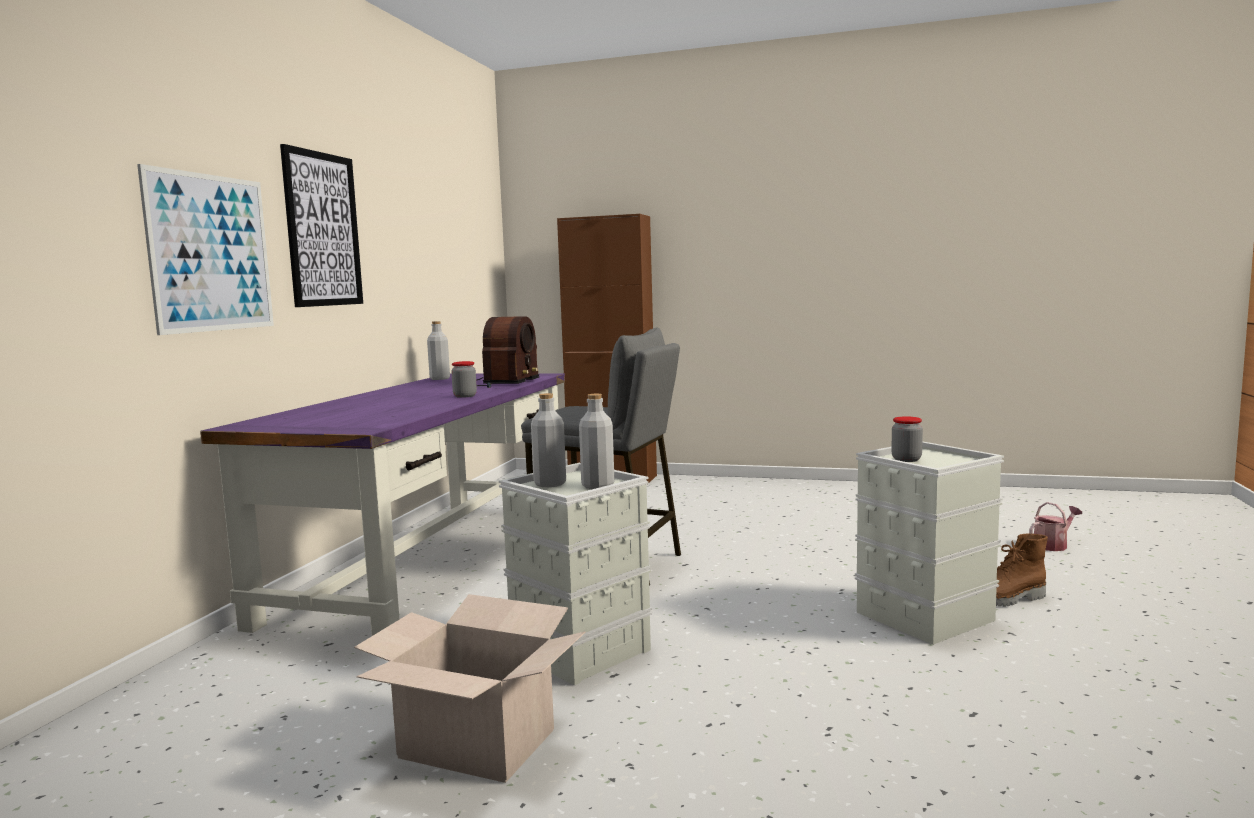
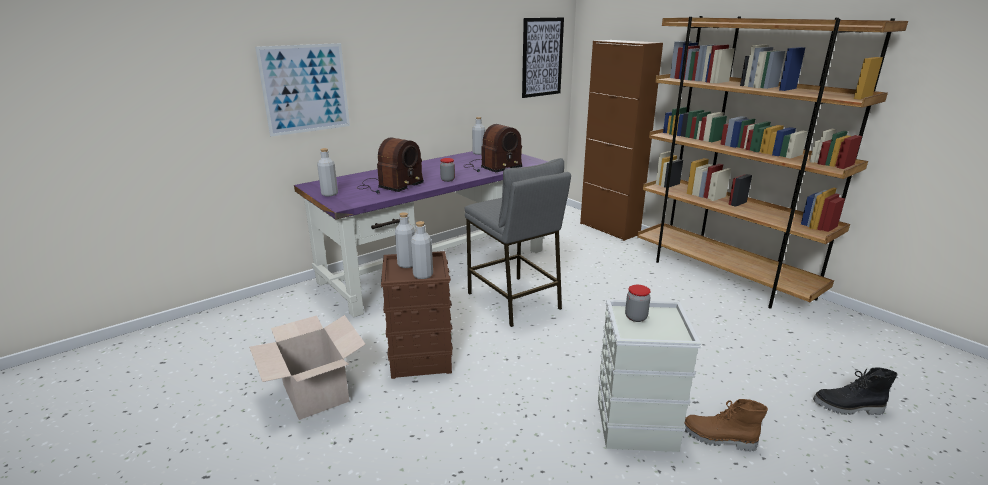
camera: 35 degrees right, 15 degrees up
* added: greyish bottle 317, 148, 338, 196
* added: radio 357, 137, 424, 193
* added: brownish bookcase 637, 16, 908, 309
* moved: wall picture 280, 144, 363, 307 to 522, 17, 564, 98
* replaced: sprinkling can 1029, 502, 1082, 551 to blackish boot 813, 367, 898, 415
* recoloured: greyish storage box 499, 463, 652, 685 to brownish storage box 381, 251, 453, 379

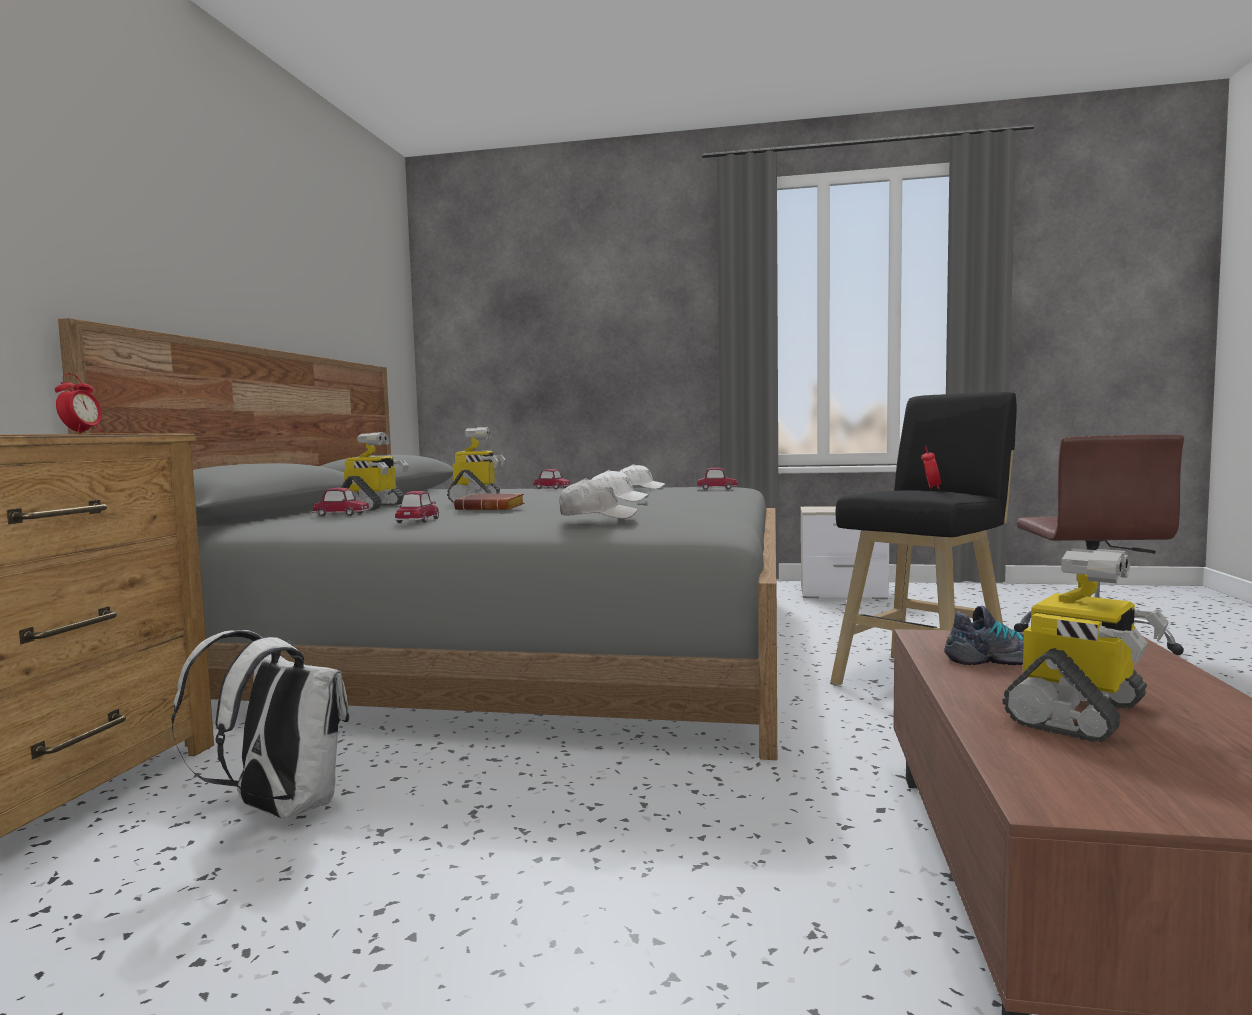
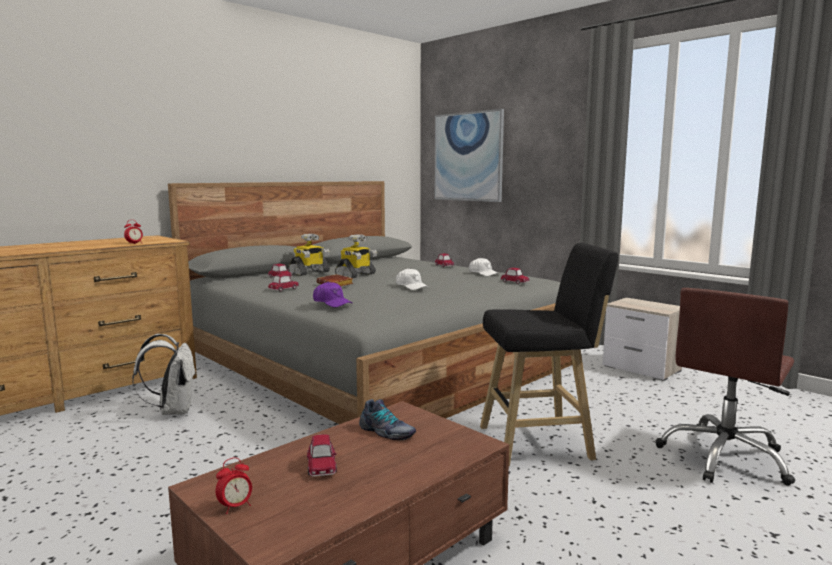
camera: 35 degrees right, 5 degrees up
* added: wall picture 435, 109, 504, 202
* moved: alarm clock 921, 446, 941, 490 to 215, 457, 252, 514
* replaced: model robot 1003, 548, 1169, 742 to toy car 307, 434, 337, 476
* recoloured: whitish peaked cap 559, 478, 638, 519 to purple peaked cap 313, 282, 352, 307

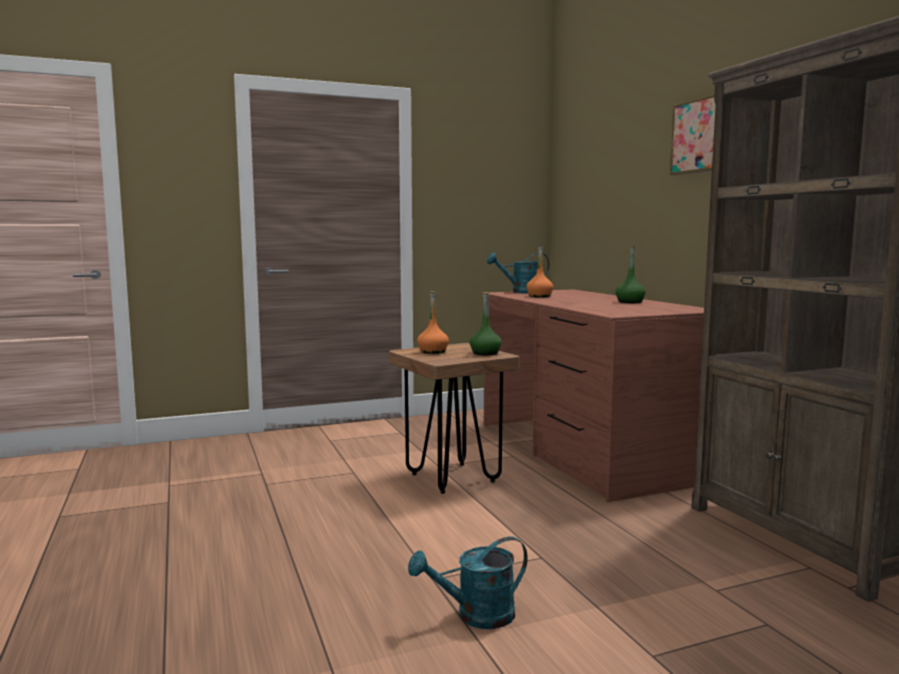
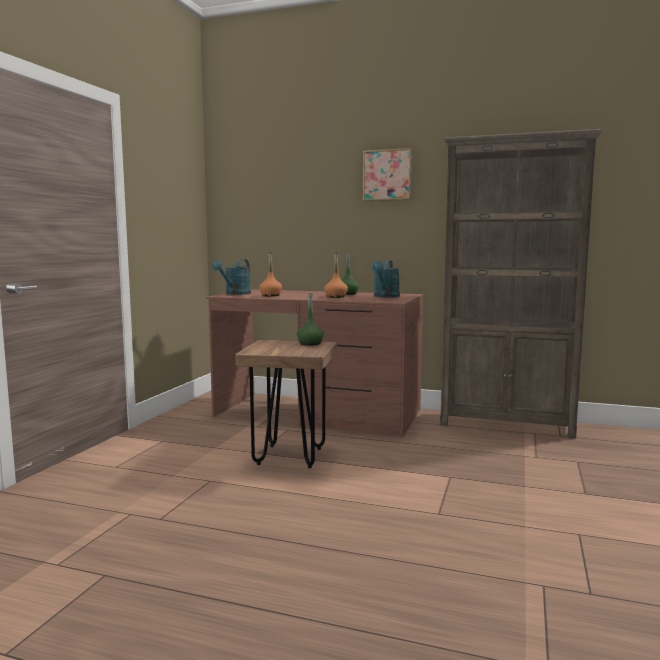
camera: 50 degrees left, 0 degrees up
* moved: blue-green sprinkling can 408, 536, 528, 629 to 372, 260, 400, 298
* moved: orangey bottle 417, 291, 449, 354 to 325, 252, 348, 298

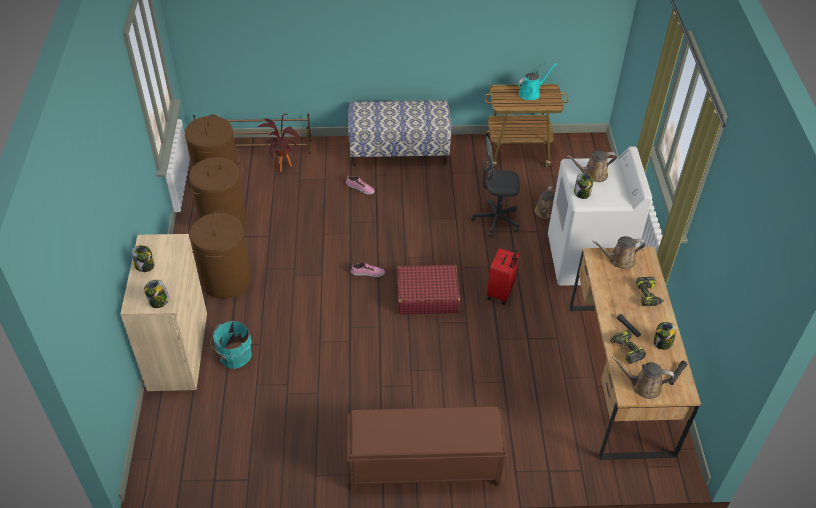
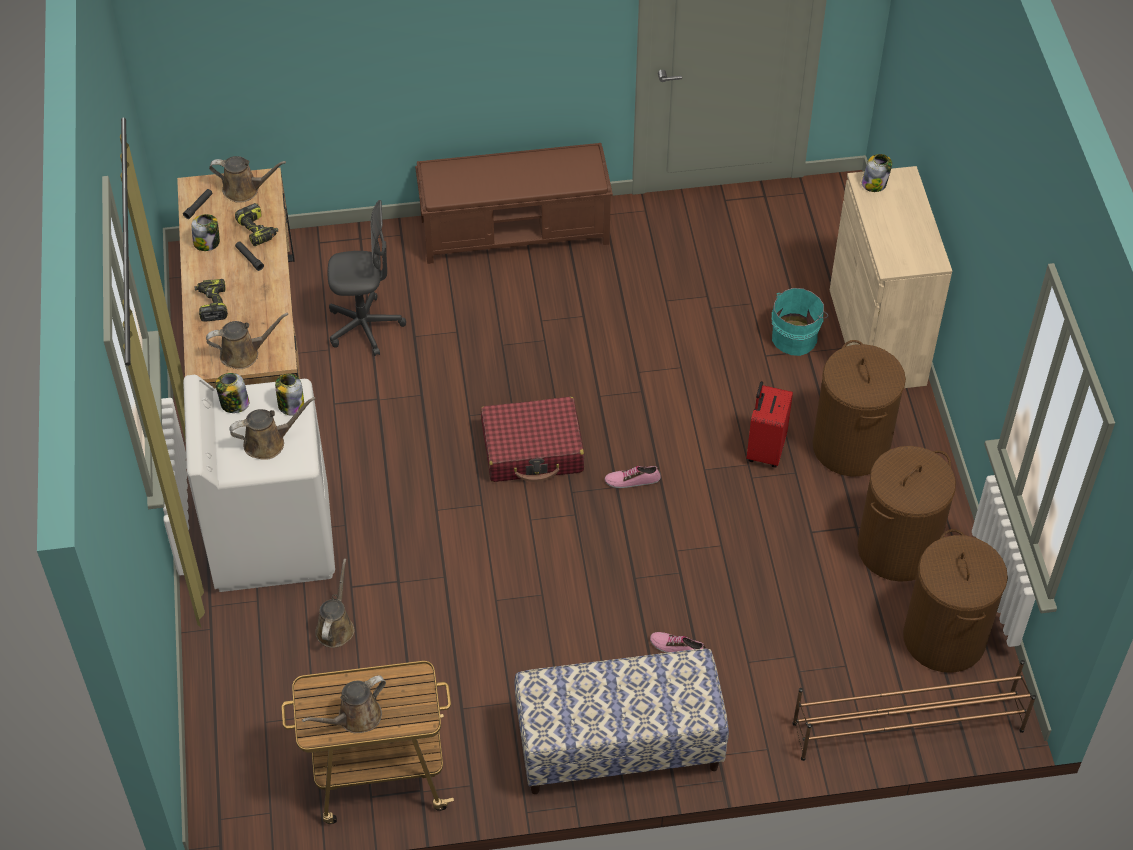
camera: 175 degrees right, 5 degrees up
* removed: houseplant 257, 114, 299, 172
* moved: preserve jar 132, 245, 154, 272 to 216, 373, 249, 413
* moved: greyish computer chair 471, 136, 520, 238 to 328, 200, 406, 356
* moved: reddish piece of luggage 487, 248, 519, 305 to 746, 381, 793, 467
* recoloured: blue-green sprinkling can 518, 63, 557, 100 to brownish sprinkling can 302, 675, 386, 733

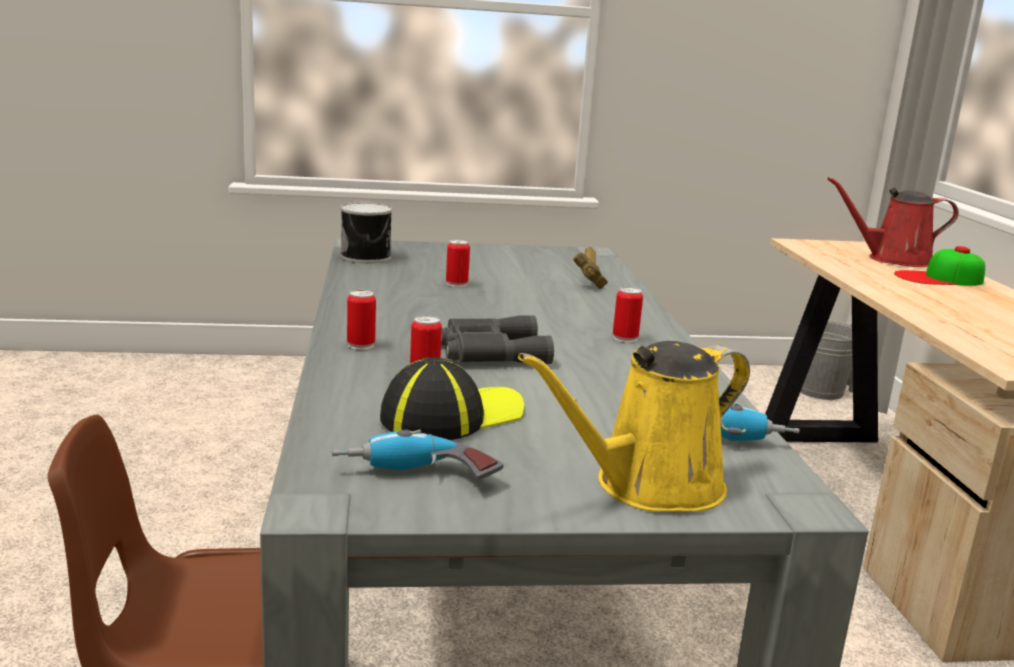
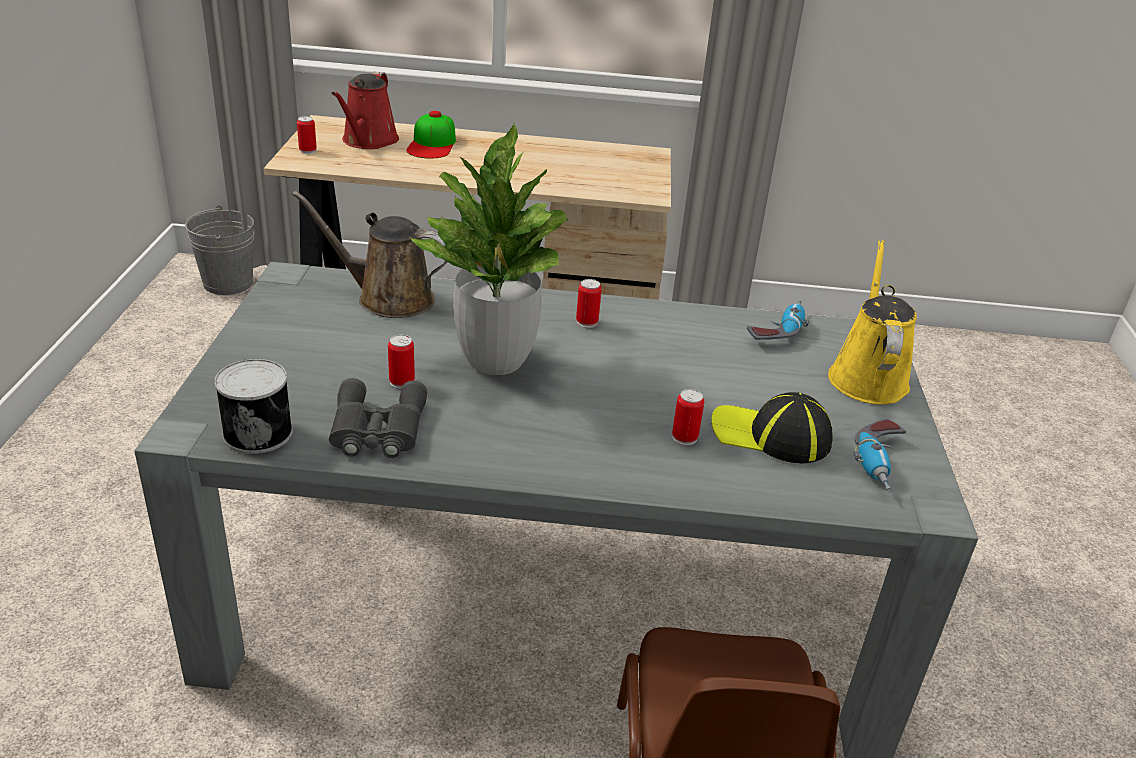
camera: 80 degrees left, 15 degrees up
* added: houseplant 410, 123, 568, 375
* moved: sealed can 347, 290, 376, 350 to 297, 116, 317, 154
* moved: greyish binoculars 441, 315, 554, 364 to 329, 378, 427, 458
* replaced: tool hammer 573, 247, 608, 289 to brownish sprinkling can 292, 191, 447, 318
* turned: peaked cap 380, 357, 524, 440 = 711, 392, 833, 463 45 degrees counterclockwise
* turned: yellow-coloured sprinkling can 518, 341, 750, 512 = 828, 240, 917, 404 150 degrees counterclockwise

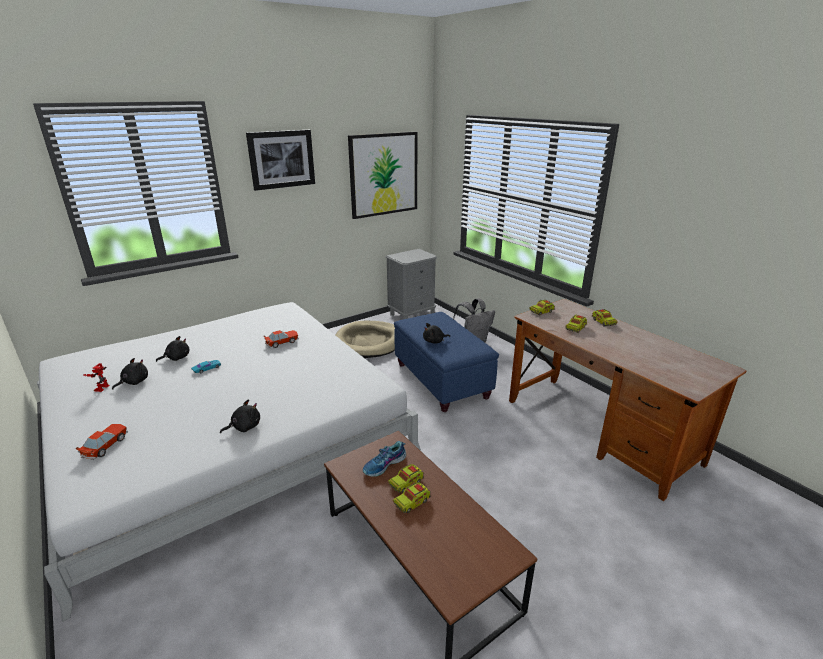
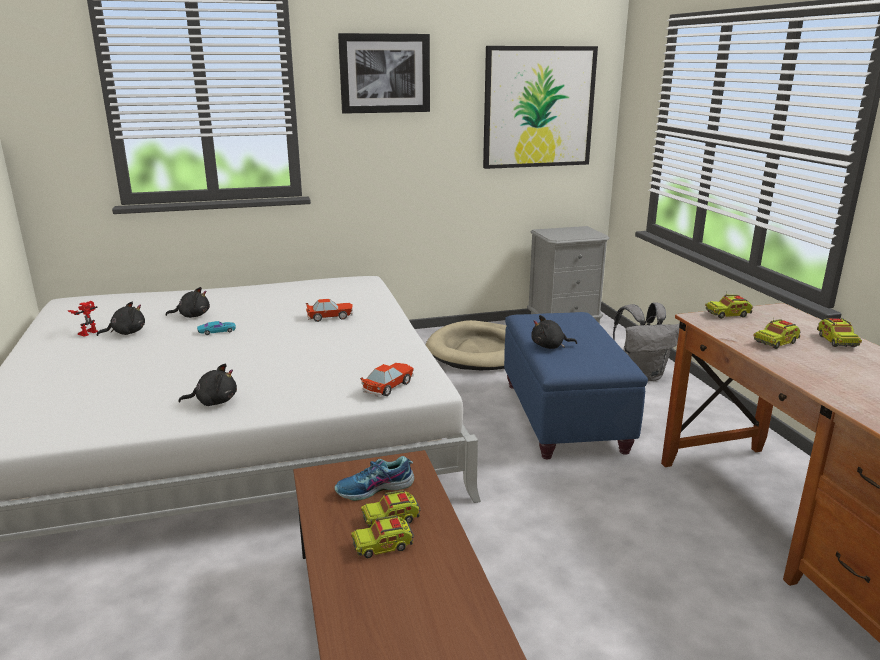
camera: 20 degrees right, 5 degrees down
* moved: toy car 75, 424, 128, 460 to 360, 363, 414, 397

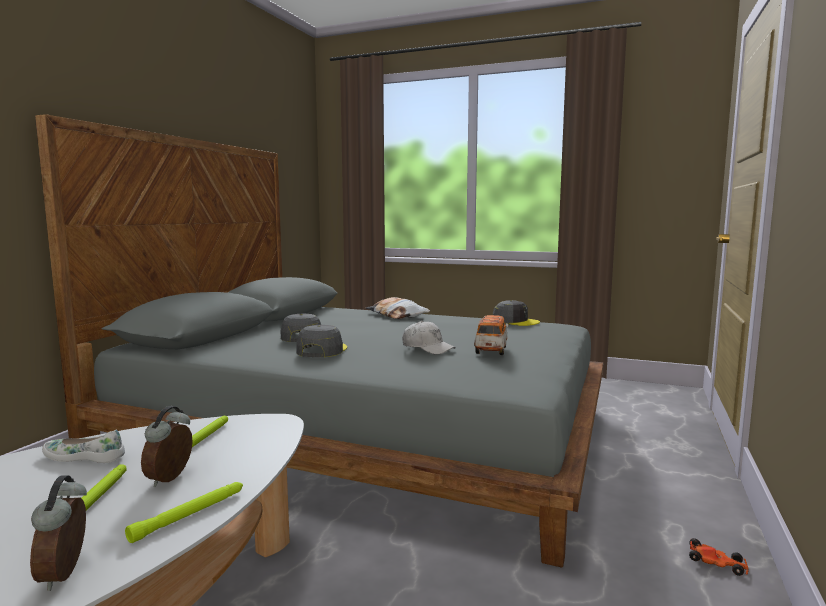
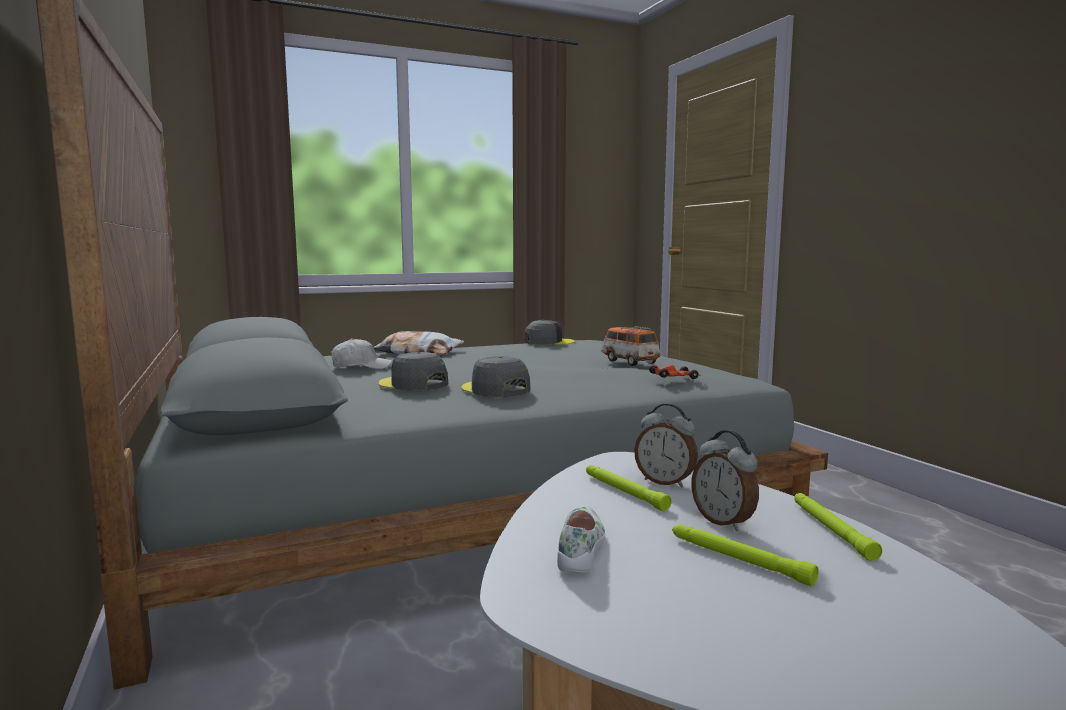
camera: 45 degrees left, 0 degrees up
* moved: alarm clock 30, 475, 87, 591 to 634, 403, 698, 488
* moved: whitish peaked cap 402, 321, 456, 355 to 331, 338, 392, 369
* moved: toy car 689, 538, 748, 576 to 649, 365, 700, 379
* turned: whitish low shoe 42, 429, 125, 463 = 557, 506, 605, 573 135 degrees clockwise

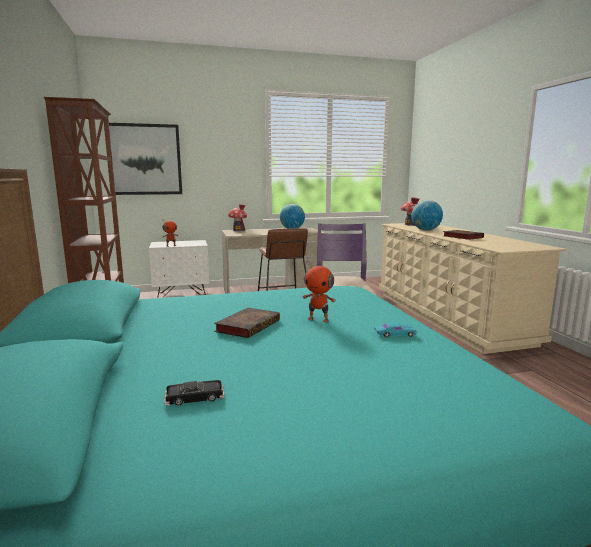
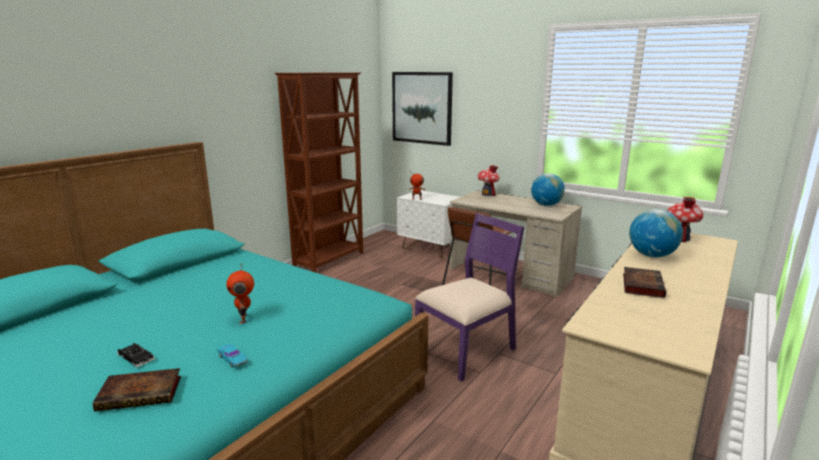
camera: 50 degrees right, 5 degrees up
* moved: blackish toy car 164, 380, 225, 406 to 117, 343, 155, 367
* moved: book 214, 308, 280, 338 to 93, 368, 181, 411

